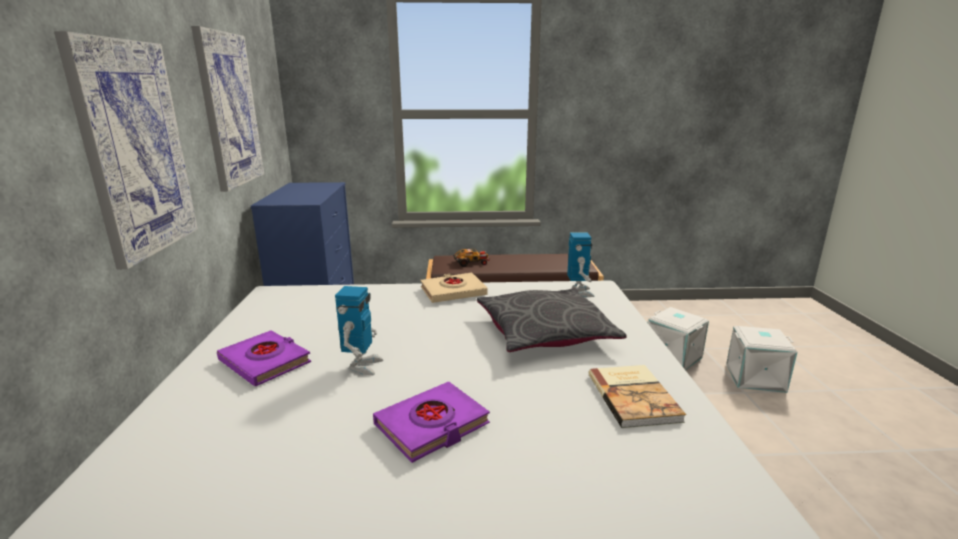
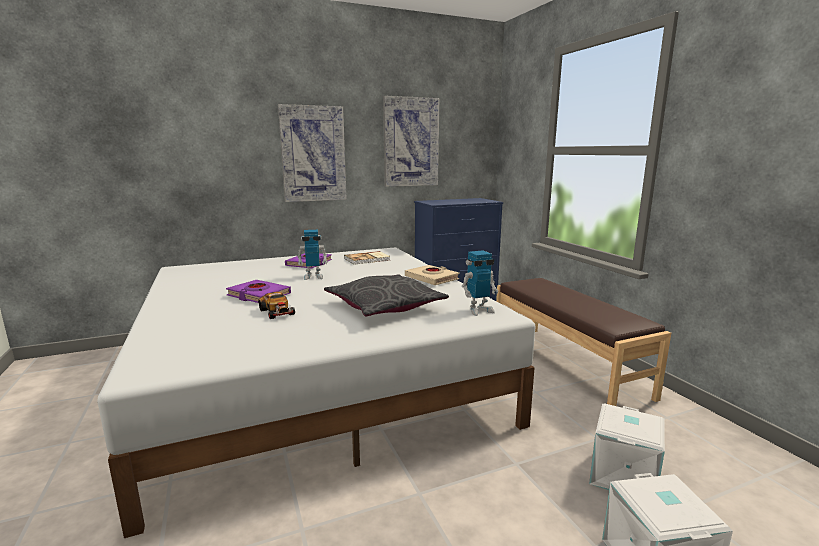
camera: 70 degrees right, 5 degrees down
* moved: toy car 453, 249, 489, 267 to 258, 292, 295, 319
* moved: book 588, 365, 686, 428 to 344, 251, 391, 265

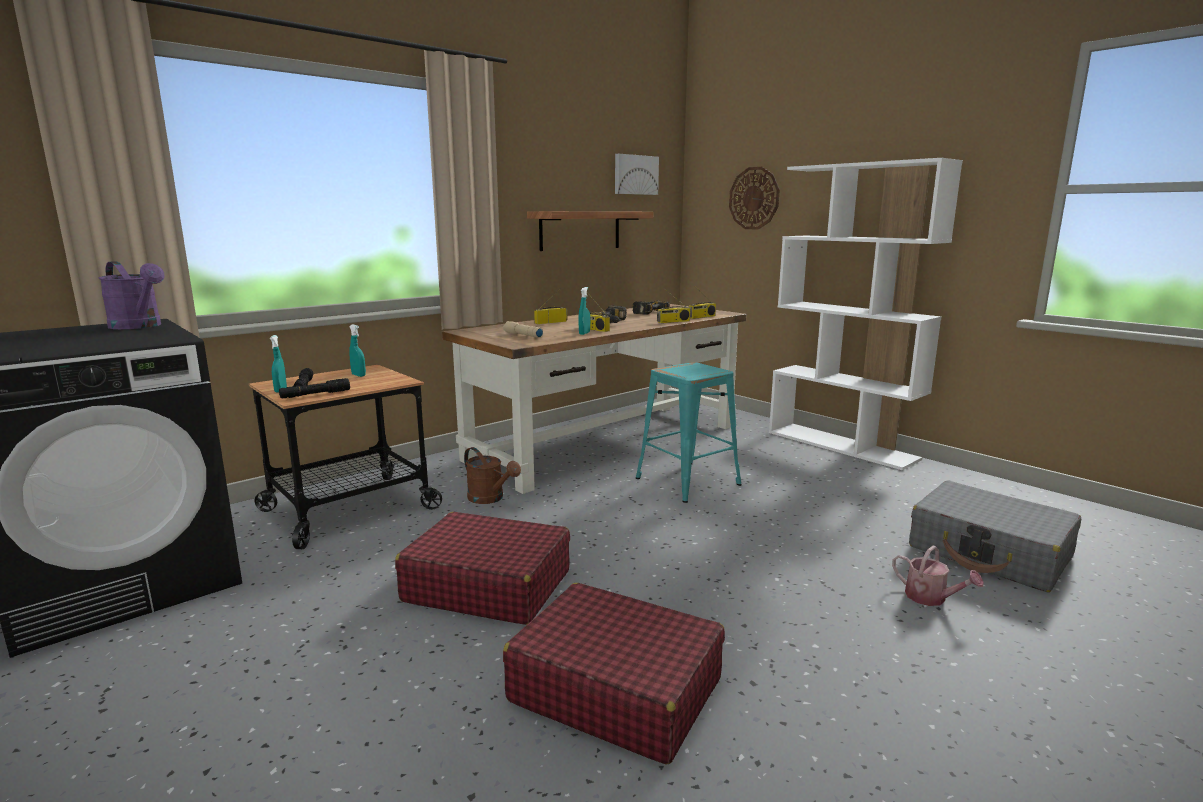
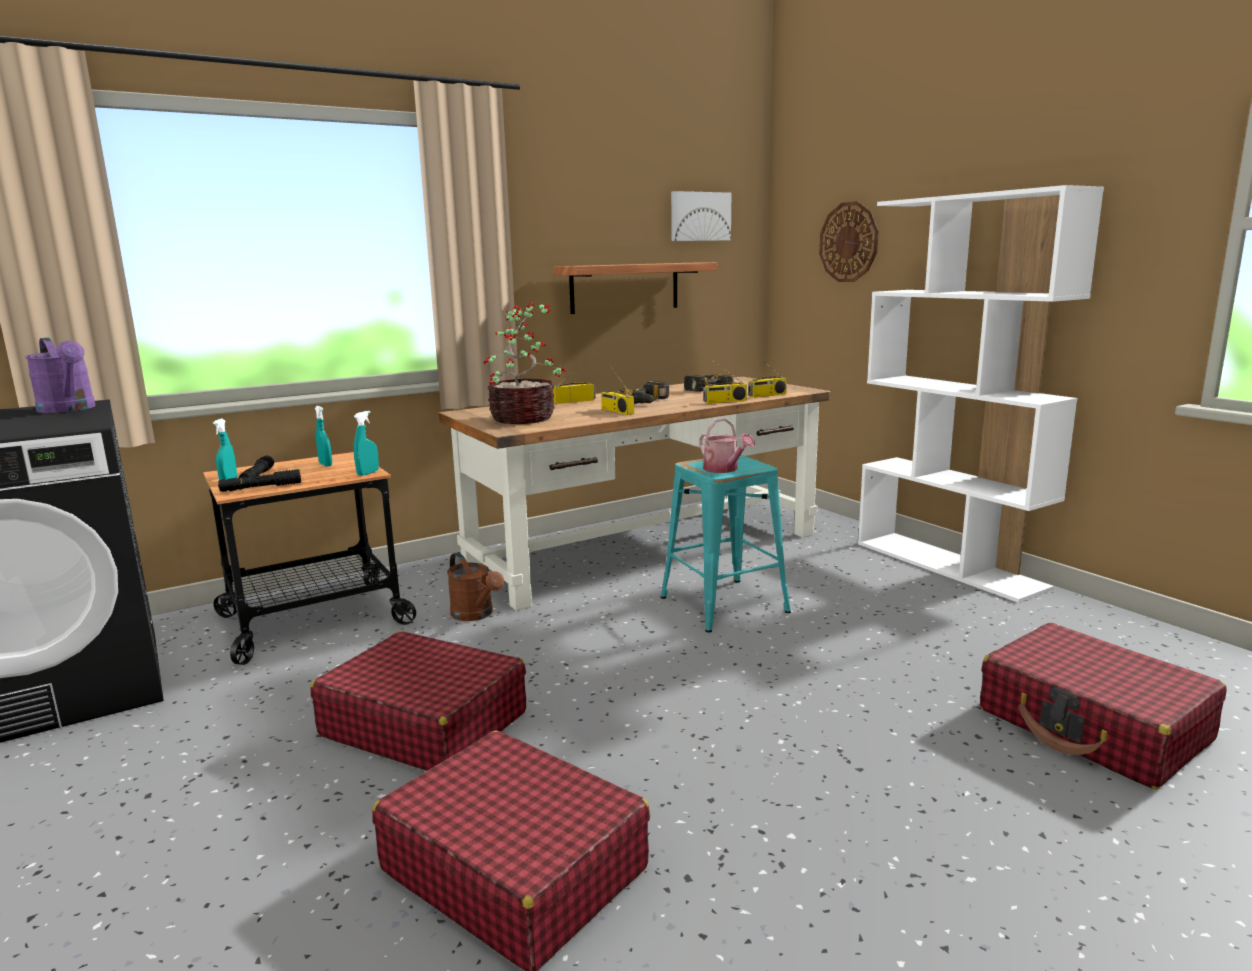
camera: 10 degrees right, 0 degrees up
* moved: blue-green spray bottle 579, 287, 590, 335 to 354, 411, 379, 476
* moved: sprinkling can 892, 545, 984, 606 to 699, 419, 755, 473
* replaced: beige flashlight 503, 321, 543, 338 to houseplant 483, 302, 567, 424
* recoloured: greyish piece of luggage 909, 480, 1081, 592 to reddish piece of luggage 980, 623, 1227, 789

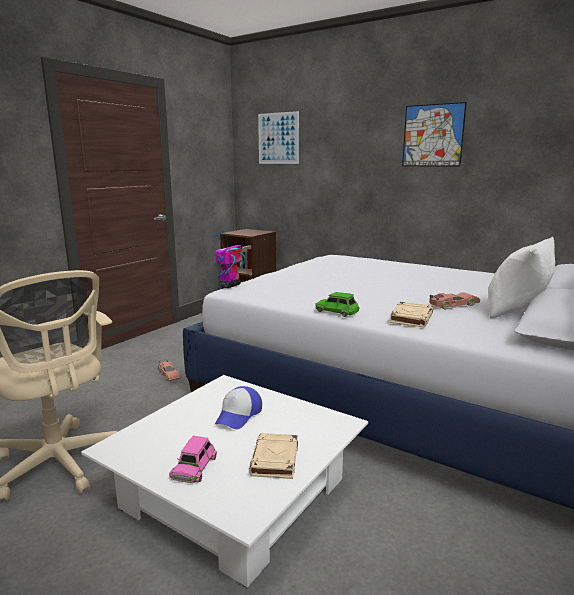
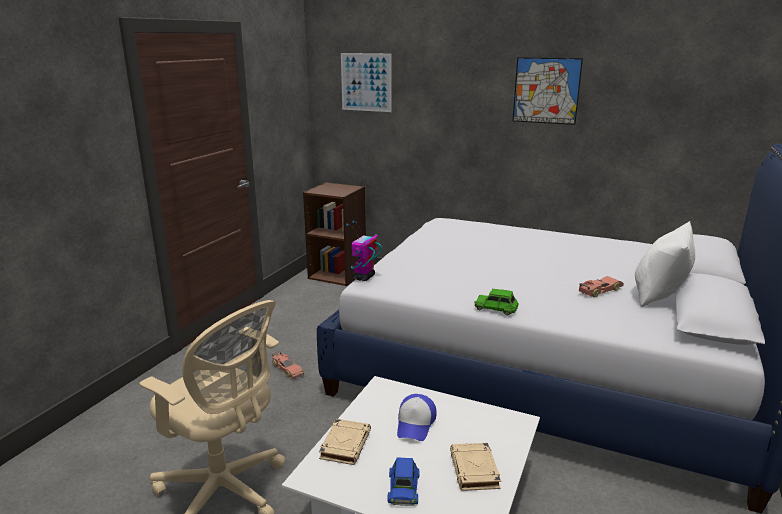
camera: 10 degrees left, 5 degrees up
* moved: beige book 390, 302, 433, 327 to 319, 419, 371, 465
* recoloured: pink-coloured toy car 169, 436, 217, 483 to blue-coloured toy car 387, 457, 420, 506

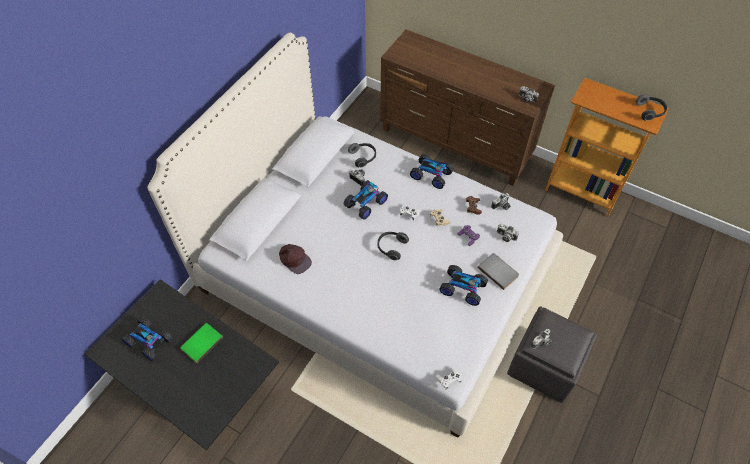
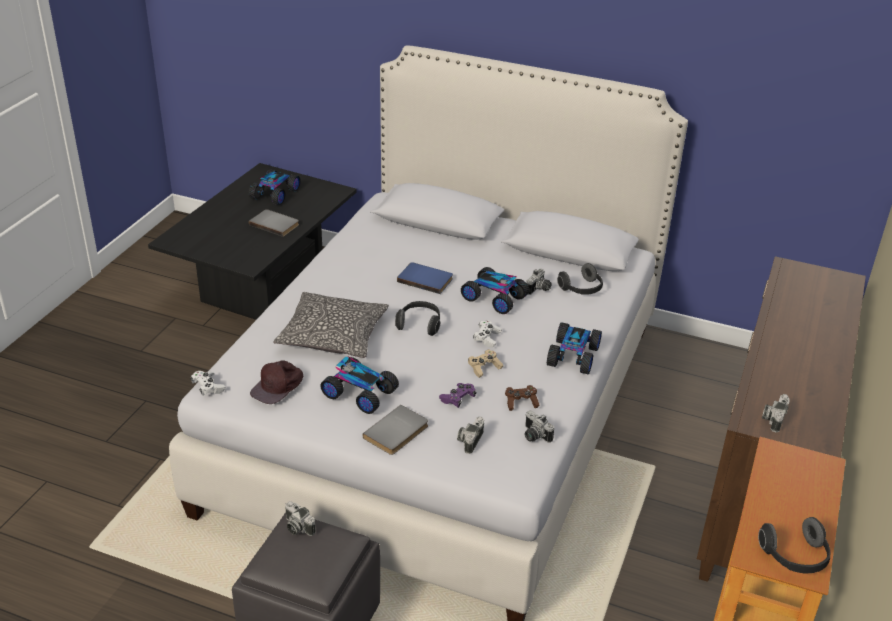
camera: 80 degrees right, 20 degrees down
* added: pillow 274, 292, 389, 358
* added: blue-coloured book 397, 262, 453, 294
* moved: brownish peaked cap 279, 244, 312, 274 to 250, 360, 303, 404
* recoloured: green book 180, 323, 223, 363 to greyish book 249, 209, 299, 237
* turned: toy car 439, 265, 488, 306 = 320, 356, 399, 414 105 degrees clockwise

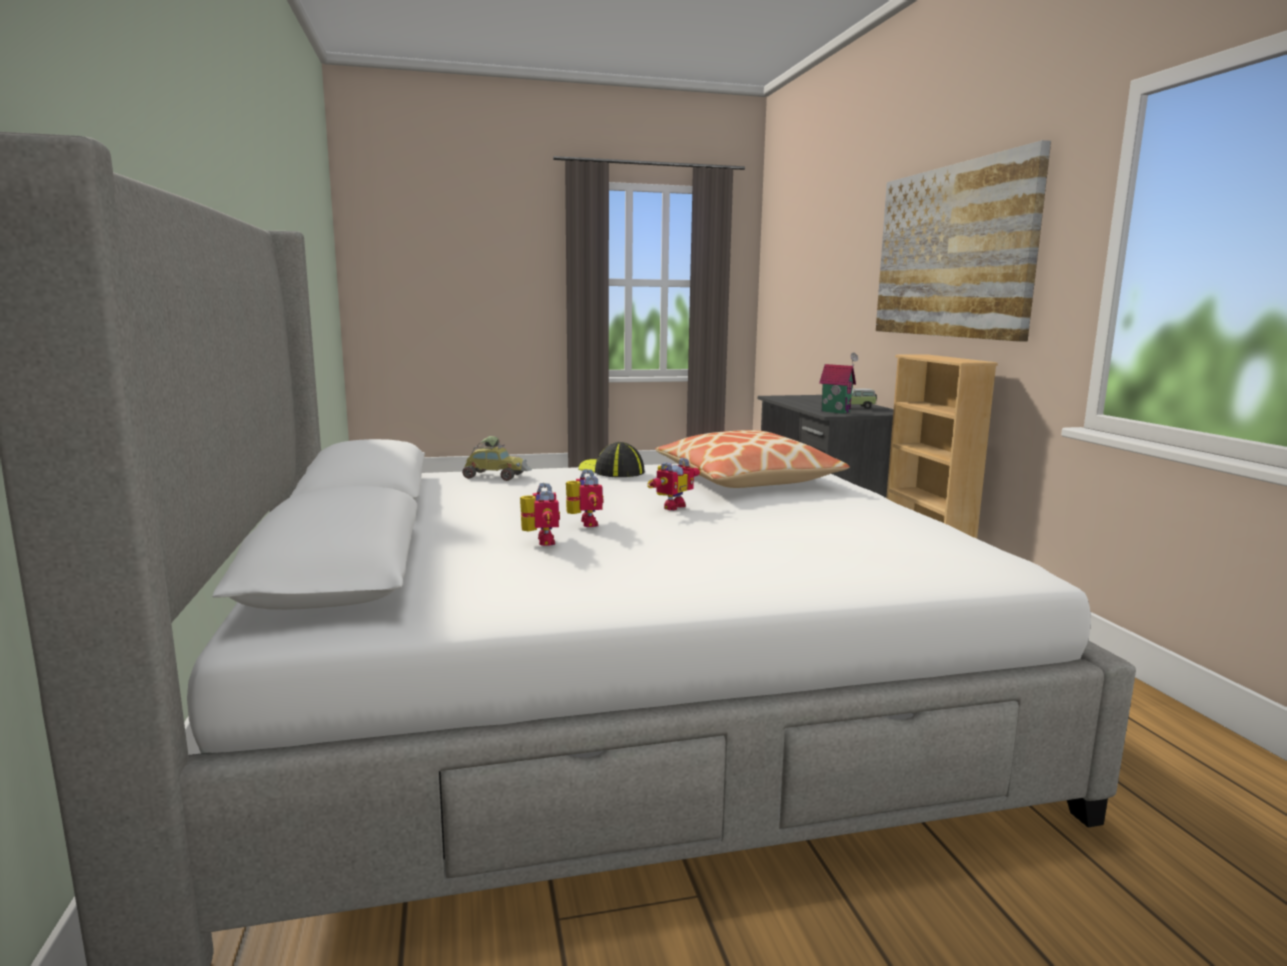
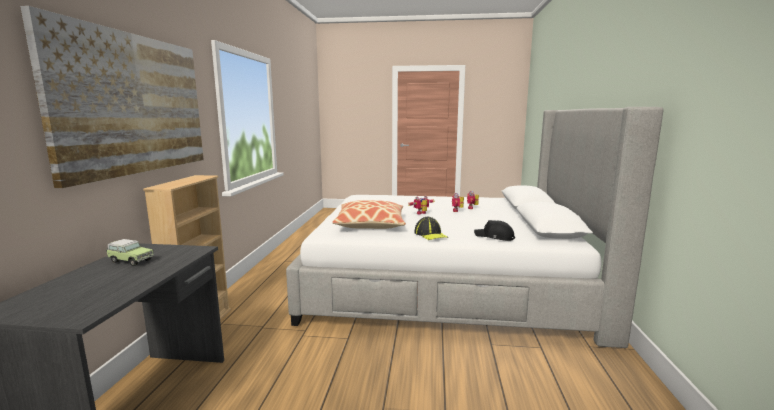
camera: 160 degrees left, 0 degrees up
* removed: toy house 819, 353, 858, 414
* replaced: toy car 462, 436, 532, 481 to blackish peaked cap 474, 220, 515, 241

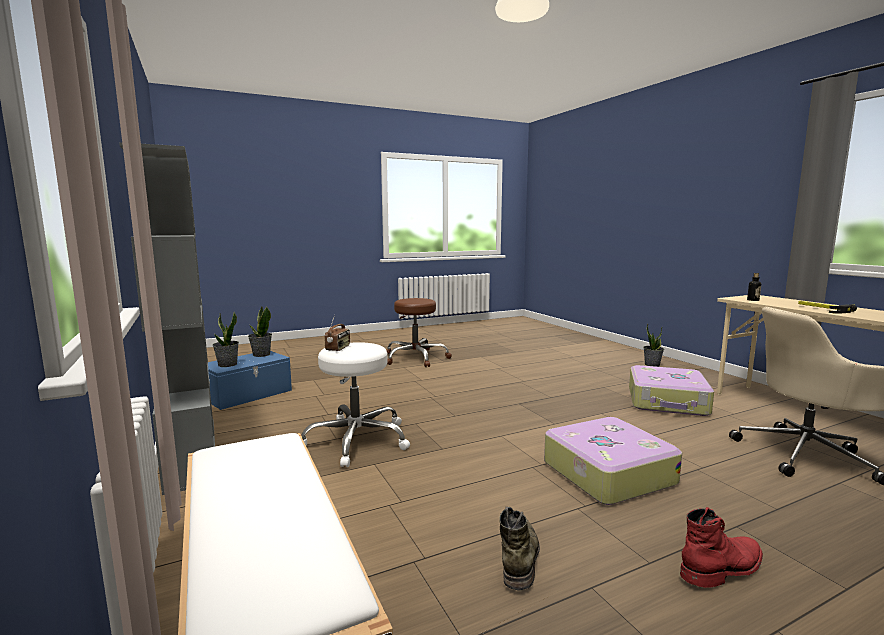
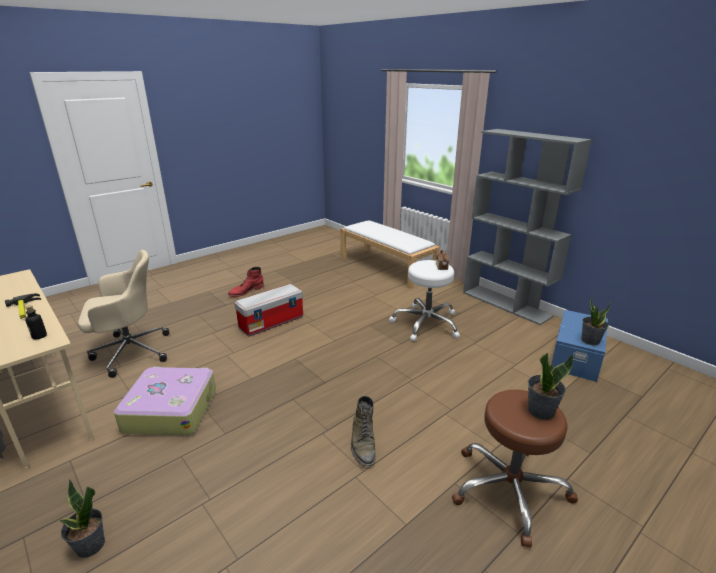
camera: 165 degrees right, 15 degrees up
* moved: houseplant 213, 311, 239, 367 to 528, 352, 574, 420
* moved: green boot 500, 507, 540, 590 to 351, 396, 376, 466
* replaced: piece of luggage 544, 417, 682, 505 to storage box 234, 284, 303, 336

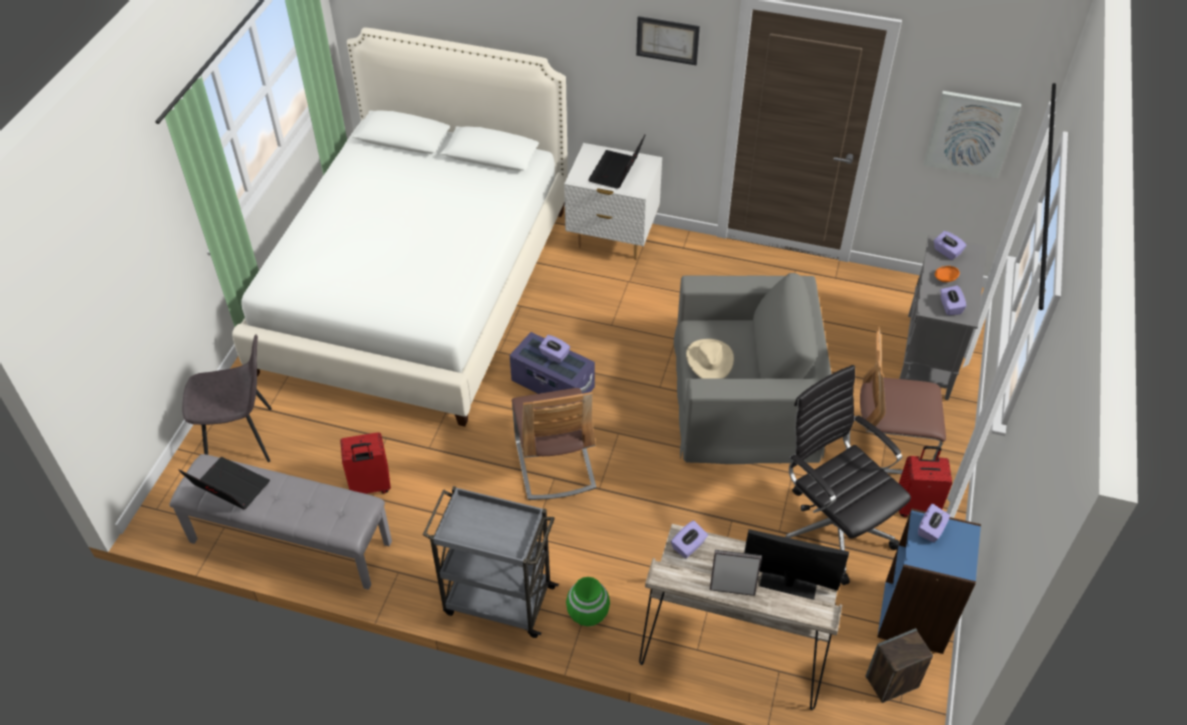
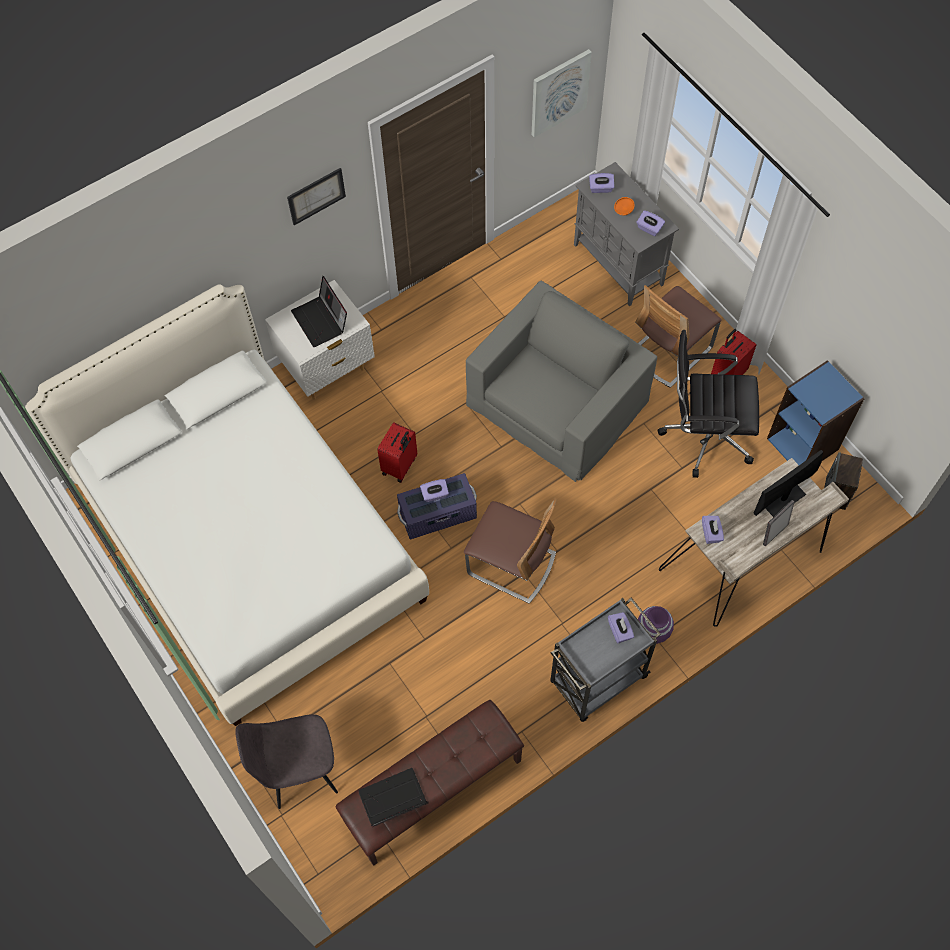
camera: 50 degrees left, 15 degrees up
* removed: beige wearable hat 686, 339, 734, 379
* moved: reddish piece of luggage 340, 432, 391, 494 to 377, 422, 417, 483
* moved: purple box of tissues 918, 504, 950, 542 to 608, 612, 634, 643
* recoloured: greyish bench 170, 454, 392, 590 to brownish bench 335, 700, 524, 866
* recoloured: green decorative vase 566, 577, 610, 626 to purple decorative vase 638, 606, 674, 644
* turned: greyish plain chair 182, 334, 272, 462 = 235, 714, 338, 809 135 degrees counterclockwise

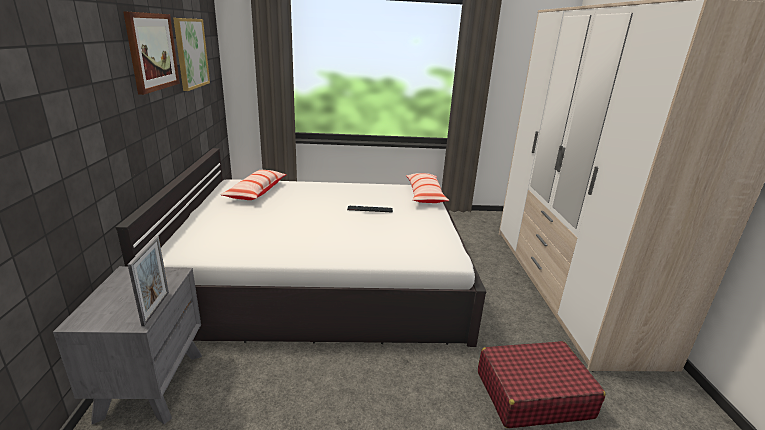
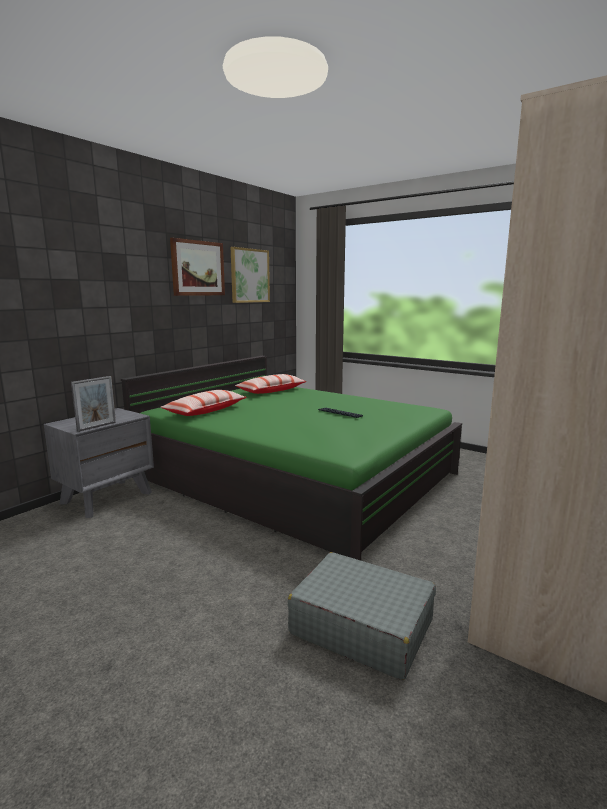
camera: 40 degrees right, 10 degrees down
* moved: pillow 406, 173, 449, 203 to 160, 390, 246, 416
* recoloured: whitish sleeping bed 115, 148, 486, 347 to green sleeping bed 121, 356, 462, 561
* recoloured: reddish piece of luggage 478, 341, 606, 428 to greyish piece of luggage 288, 552, 436, 680

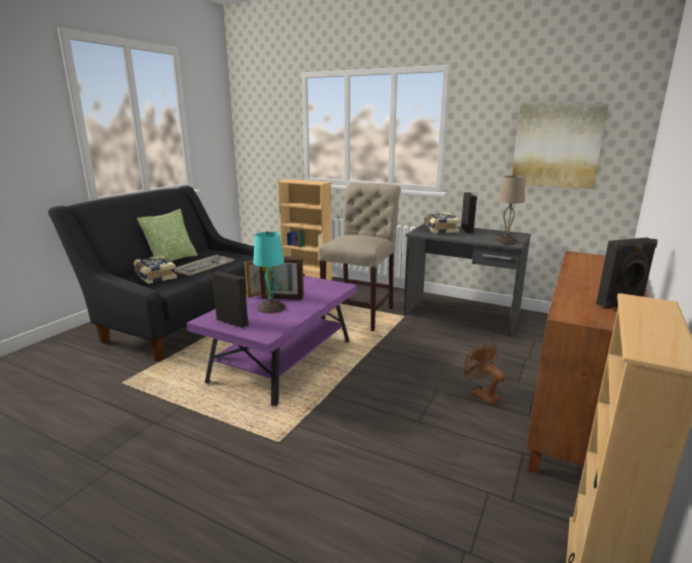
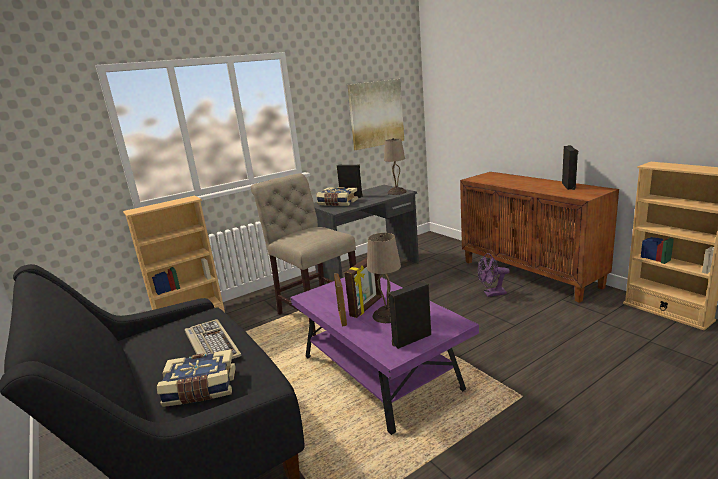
camera: 60 degrees left, 0 degrees up
* removed: pillow 137, 209, 198, 262
* recoloured: blue-green lamp for a table 253, 231, 286, 313 to beige lamp for a table 367, 233, 401, 323
* recoloured: brownish fan 465, 342, 506, 405 to purple fan 478, 253, 510, 297

